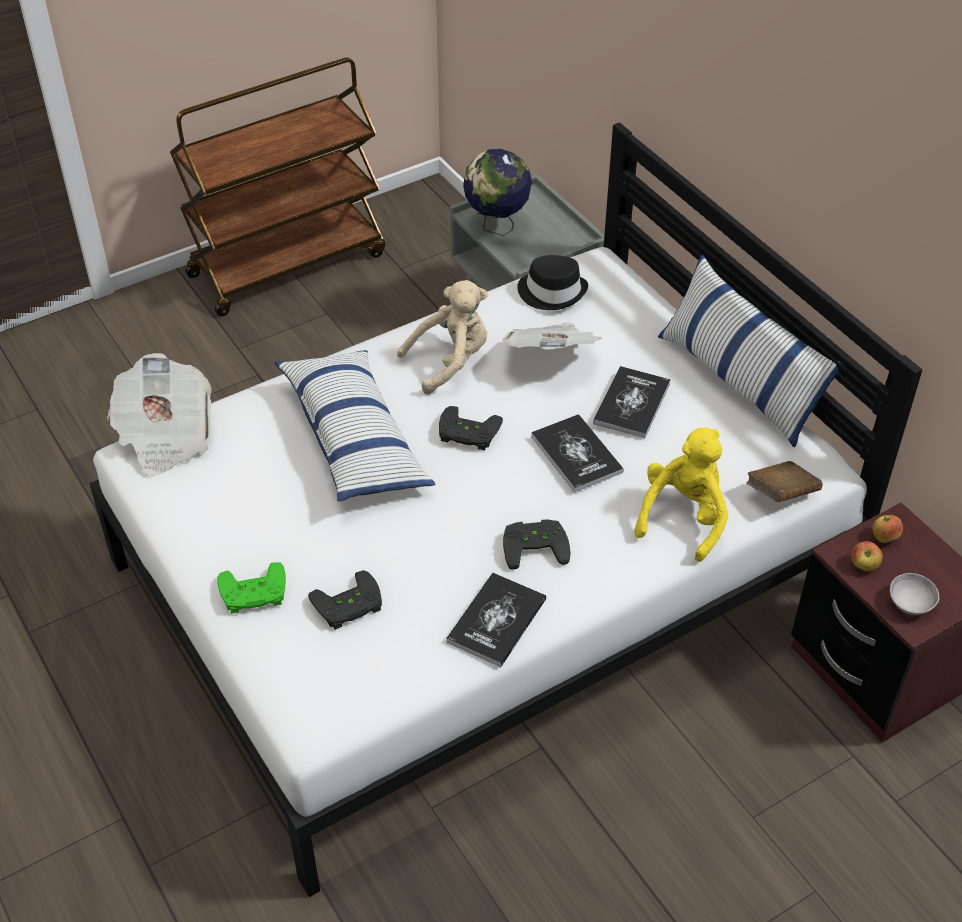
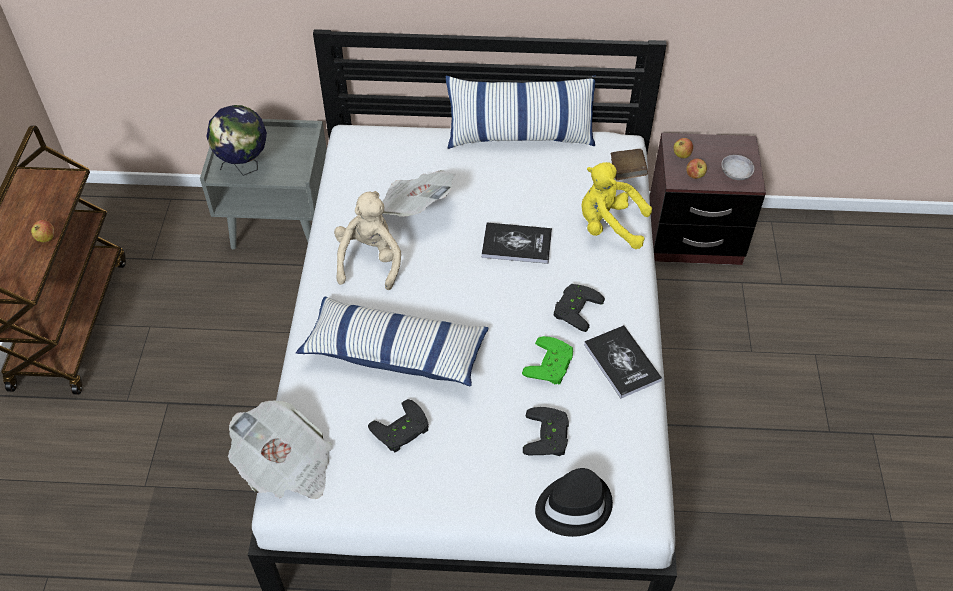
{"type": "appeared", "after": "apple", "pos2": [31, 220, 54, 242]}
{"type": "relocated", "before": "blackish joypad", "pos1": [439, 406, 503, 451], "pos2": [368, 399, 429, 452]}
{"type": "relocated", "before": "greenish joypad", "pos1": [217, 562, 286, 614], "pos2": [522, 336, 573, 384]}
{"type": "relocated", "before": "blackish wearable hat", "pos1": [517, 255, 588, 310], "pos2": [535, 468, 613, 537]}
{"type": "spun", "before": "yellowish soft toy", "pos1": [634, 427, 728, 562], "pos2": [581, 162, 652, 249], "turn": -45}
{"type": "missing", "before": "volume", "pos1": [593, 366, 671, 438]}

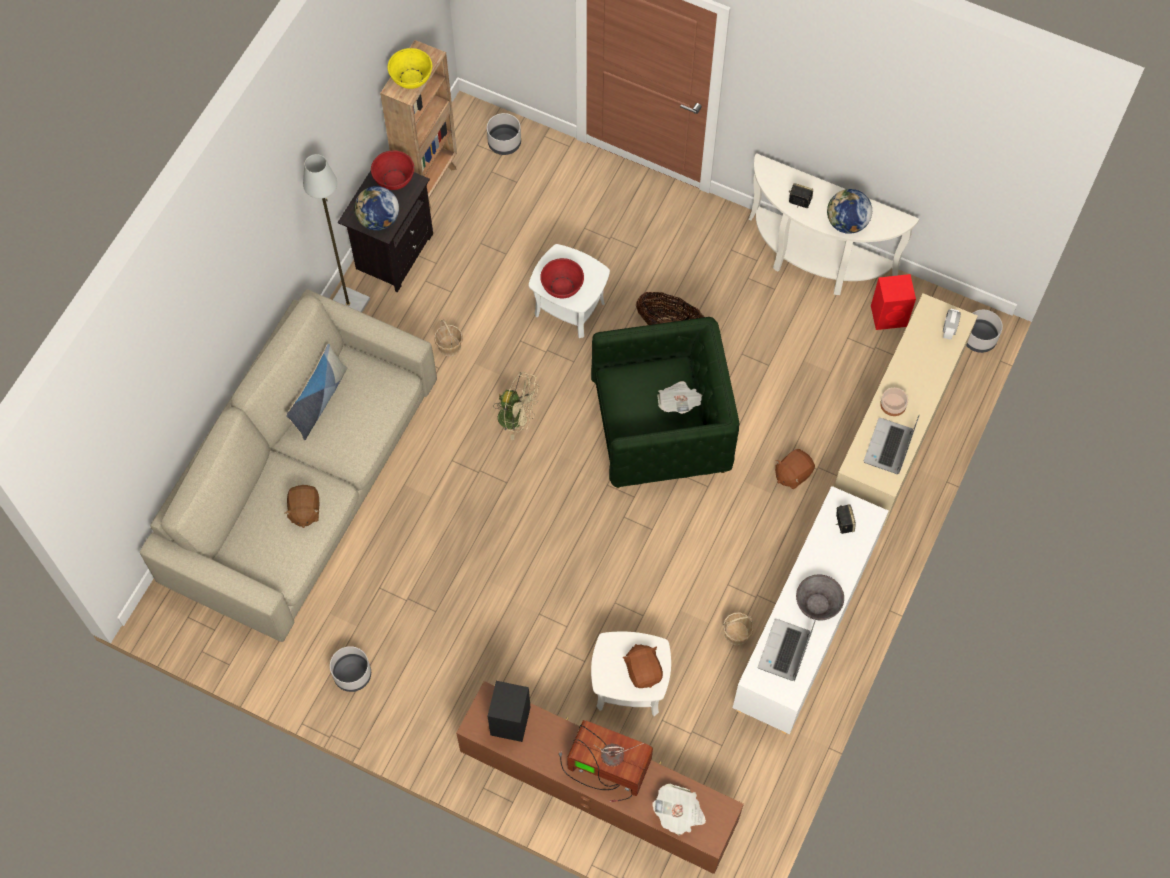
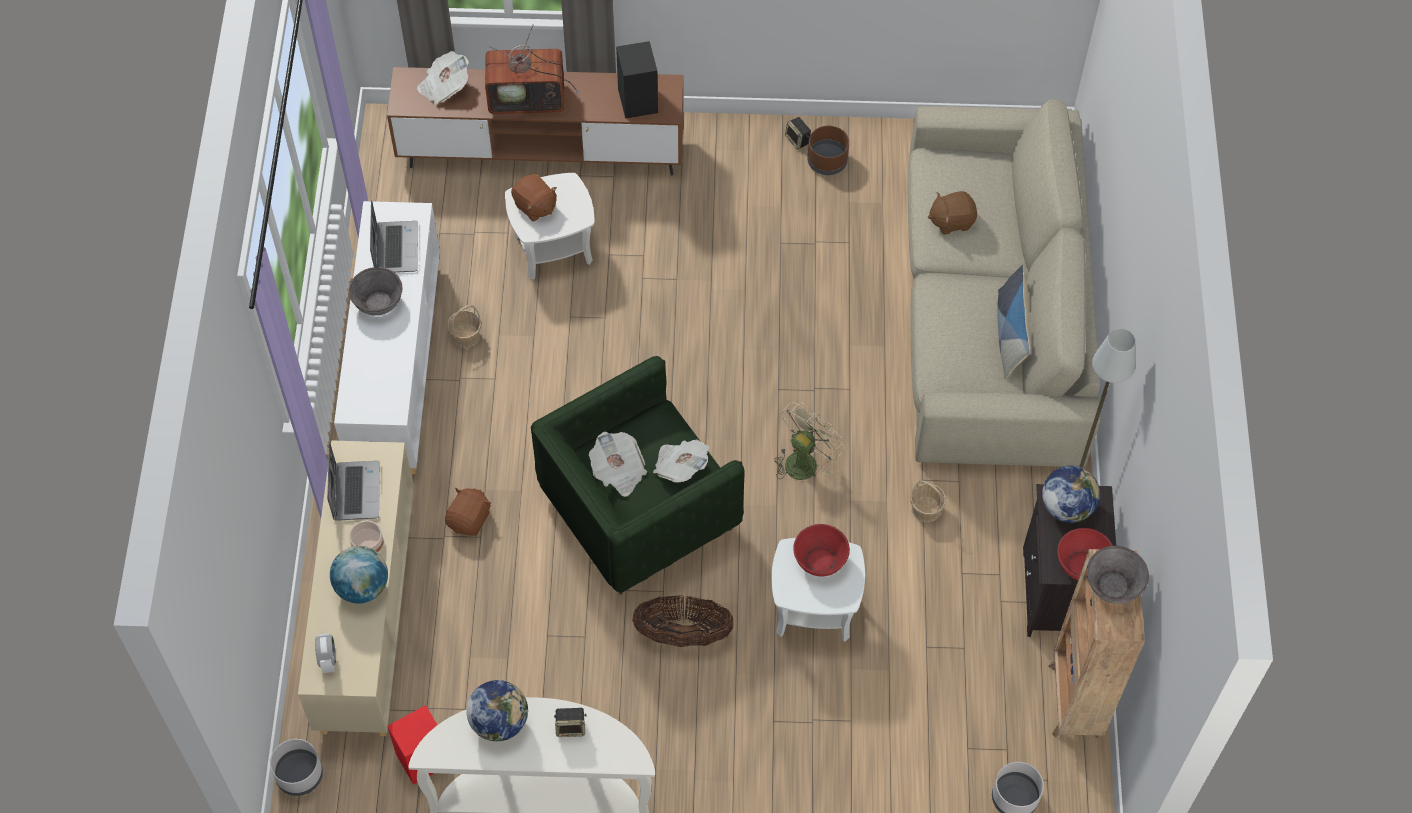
{"type": "appeared", "after": "world globe", "pos2": [330, 546, 388, 604]}
{"type": "appeared", "after": "printed paper", "pos2": [653, 439, 709, 482]}
{"type": "spun", "before": "beige-coloured electric fan", "pos1": [493, 372, 539, 440], "pos2": [774, 402, 845, 480], "turn": 135}
{"type": "relocated", "before": "loudspeaker", "pos1": [836, 504, 856, 534], "pos2": [785, 117, 811, 150]}
{"type": "colour", "before": "grey plant pot", "after": "brown plant pot", "pos1": [330, 646, 371, 692], "pos2": [807, 126, 849, 175]}
{"type": "spun", "before": "brown soft toy", "pos1": [284, 485, 319, 528], "pos2": [928, 191, 977, 235], "turn": -75}
{"type": "colour", "before": "yellowish deep dish", "after": "grey deep dish", "pos1": [387, 48, 432, 89], "pos2": [1087, 546, 1149, 604]}

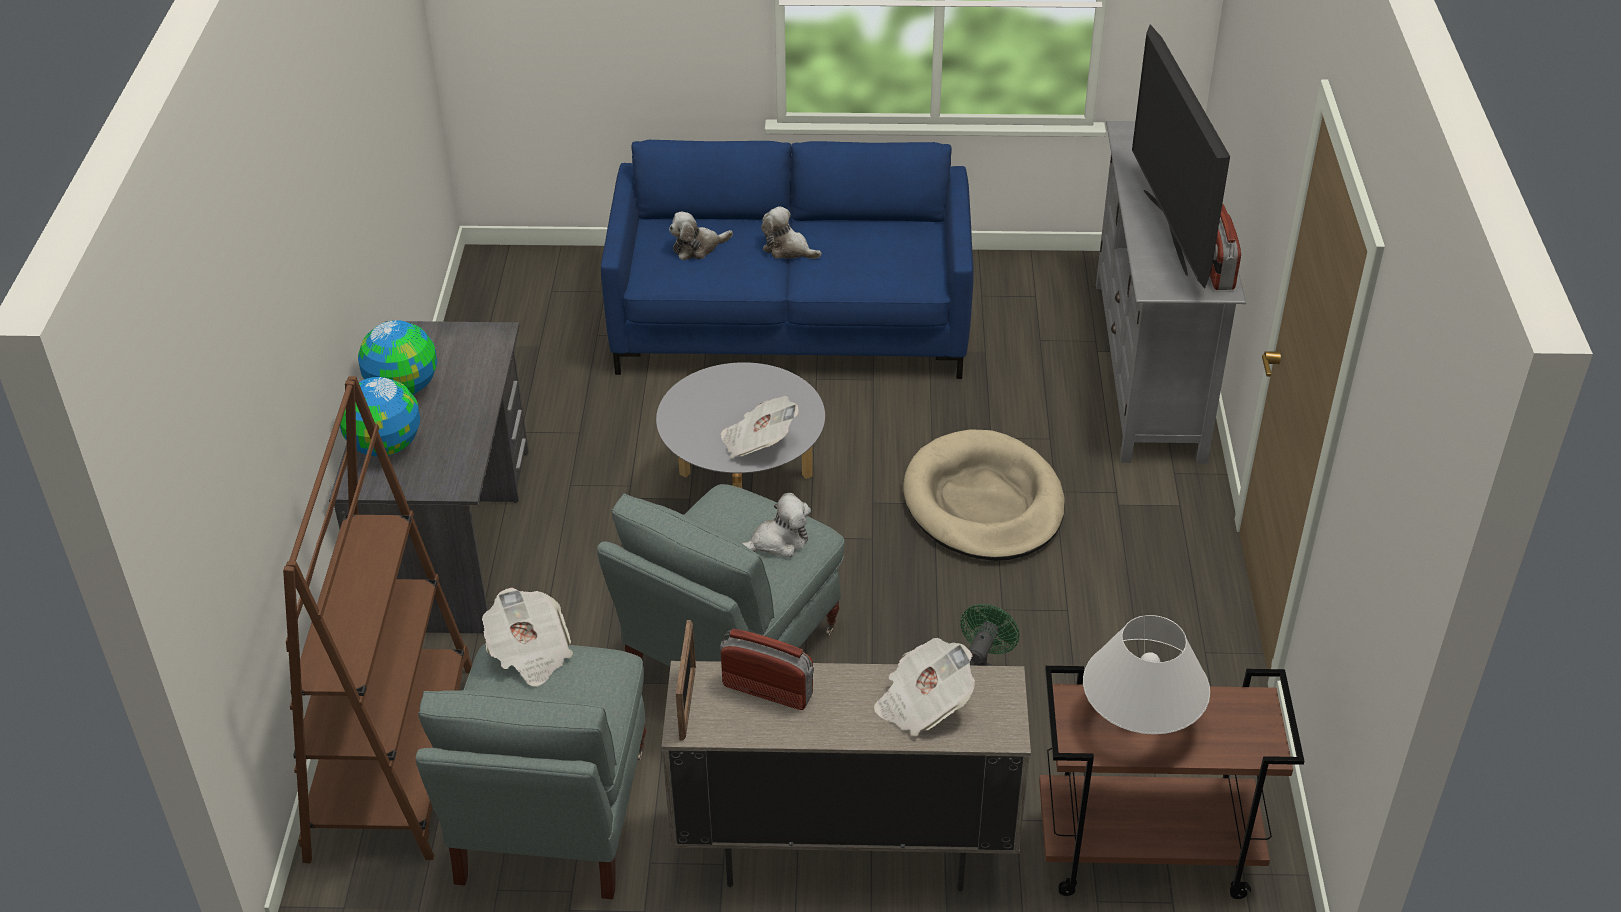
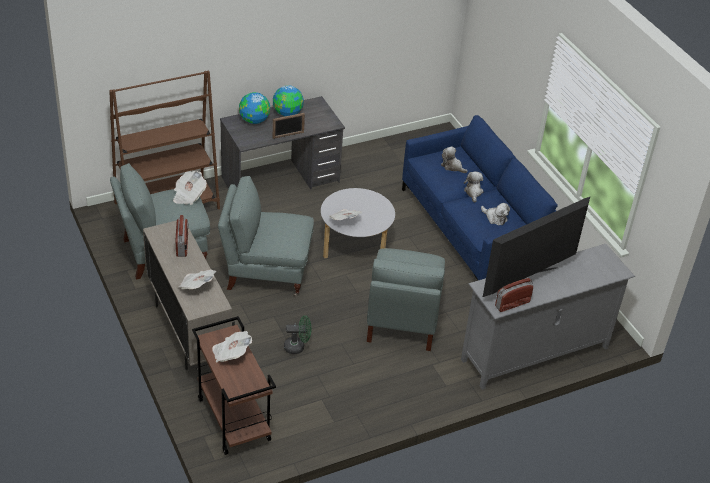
{"type": "exchanged", "before": "white table lamp", "after": "printed paper", "pos1": [1083, 615, 1210, 734], "pos2": [212, 331, 252, 362]}
{"type": "relocated", "before": "picture frame", "pos1": [676, 620, 696, 741], "pos2": [273, 113, 305, 139]}
{"type": "exchanged", "before": "beige-coloured pet bed", "after": "grey lounge chair", "pos1": [903, 429, 1065, 561], "pos2": [367, 248, 445, 351]}
{"type": "relocated", "before": "soft toy", "pos1": [741, 493, 811, 558], "pos2": [481, 203, 510, 225]}

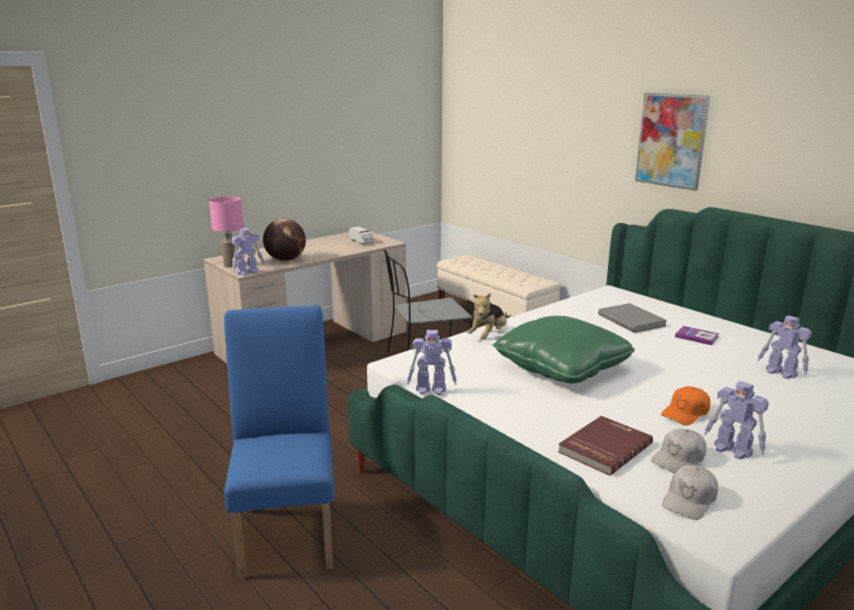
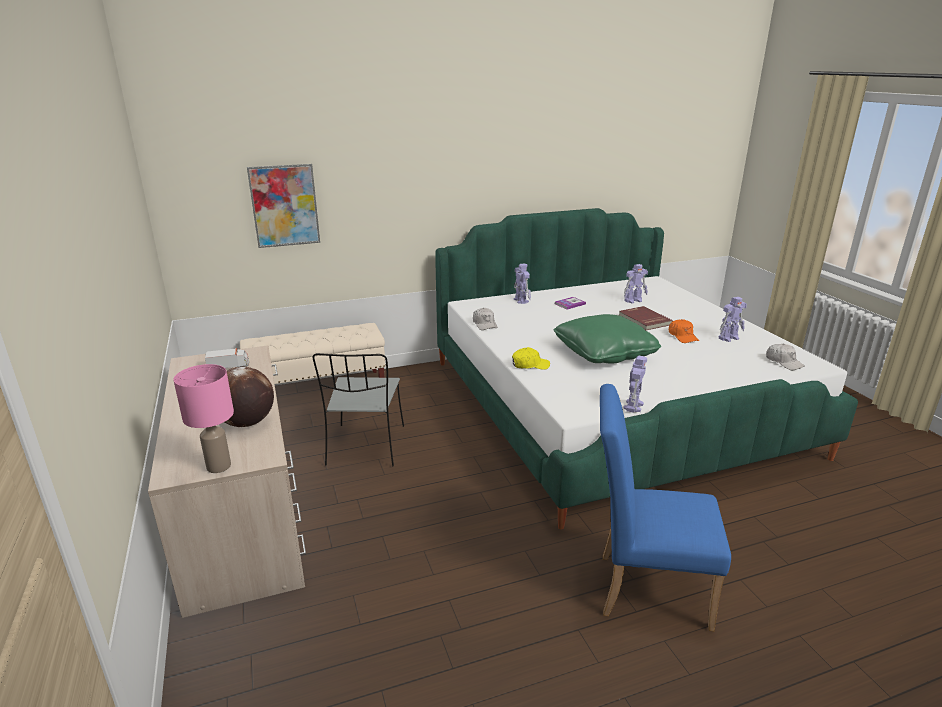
{"type": "relocated", "before": "picture", "pos1": [635, 93, 710, 191], "pos2": [247, 164, 320, 248]}
{"type": "relocated", "before": "white peaked cap", "pos1": [651, 428, 706, 473], "pos2": [473, 308, 498, 330]}
{"type": "exchanged", "before": "soft toy", "after": "yellowish peaked cap", "pos1": [467, 293, 507, 339], "pos2": [512, 347, 550, 370]}
{"type": "relocated", "before": "toy robot", "pos1": [232, 228, 265, 276], "pos2": [514, 263, 531, 304]}
{"type": "relocated", "before": "reddish volume", "pos1": [558, 416, 653, 476], "pos2": [619, 306, 673, 331]}
{"type": "missing", "before": "grey volume", "pos1": [598, 303, 667, 333]}

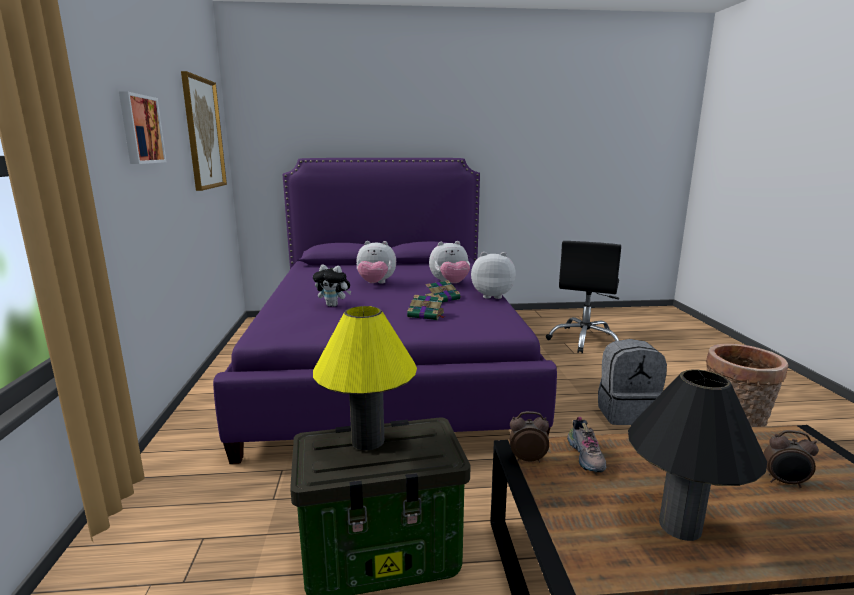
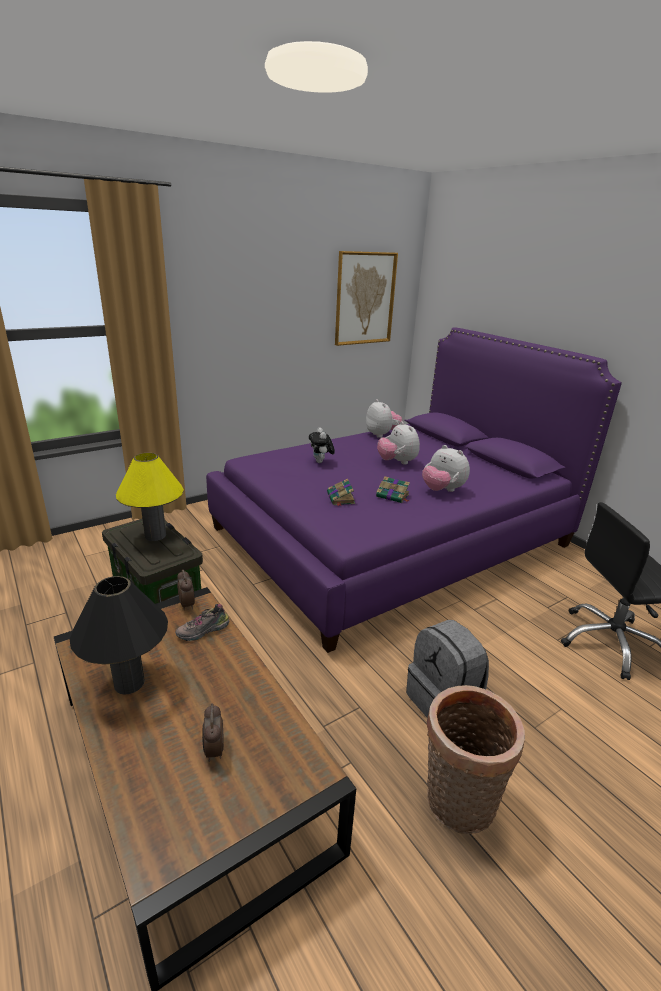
{"type": "relocated", "before": "soft toy", "pos1": [471, 252, 516, 299], "pos2": [366, 399, 402, 438]}
{"type": "missing", "before": "picture", "pos1": [119, 91, 166, 164]}

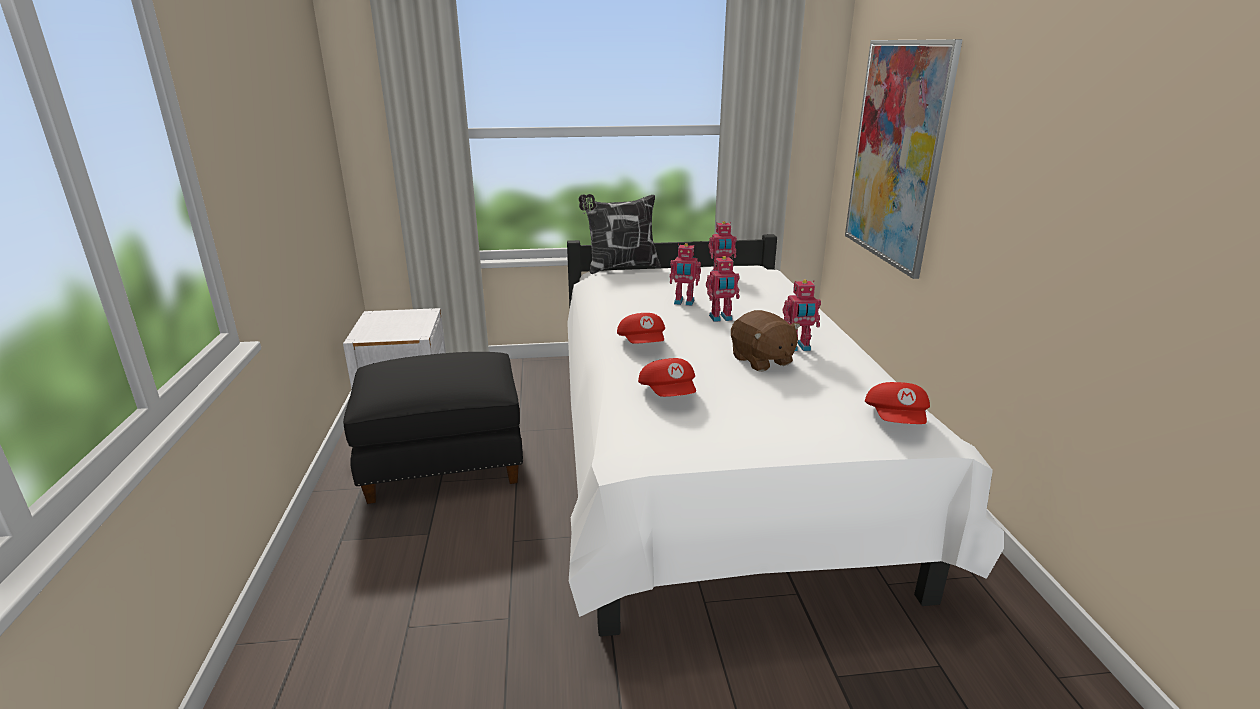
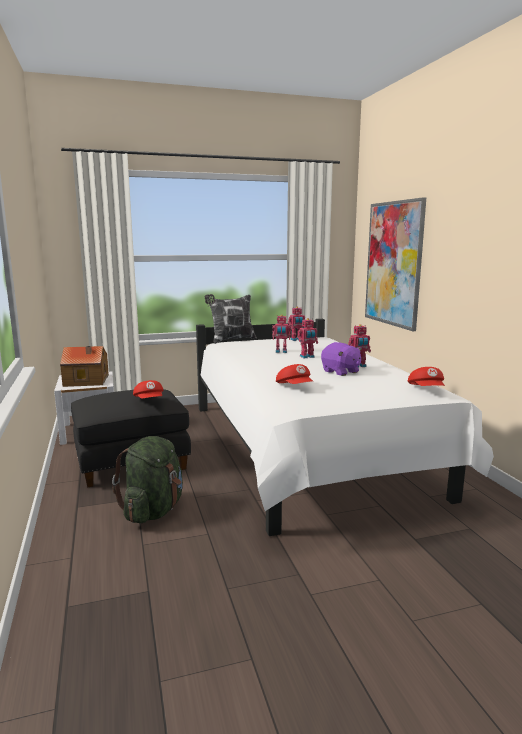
{"type": "appeared", "after": "model house", "pos2": [60, 346, 109, 387]}
{"type": "appeared", "after": "greenish backpack", "pos2": [112, 436, 183, 523]}
{"type": "relocated", "before": "reddish peaked cap", "pos1": [617, 313, 665, 344], "pos2": [133, 380, 163, 399]}
{"type": "colour", "before": "brown soft toy", "after": "purplish soft toy", "pos1": [731, 310, 801, 372], "pos2": [321, 342, 362, 376]}

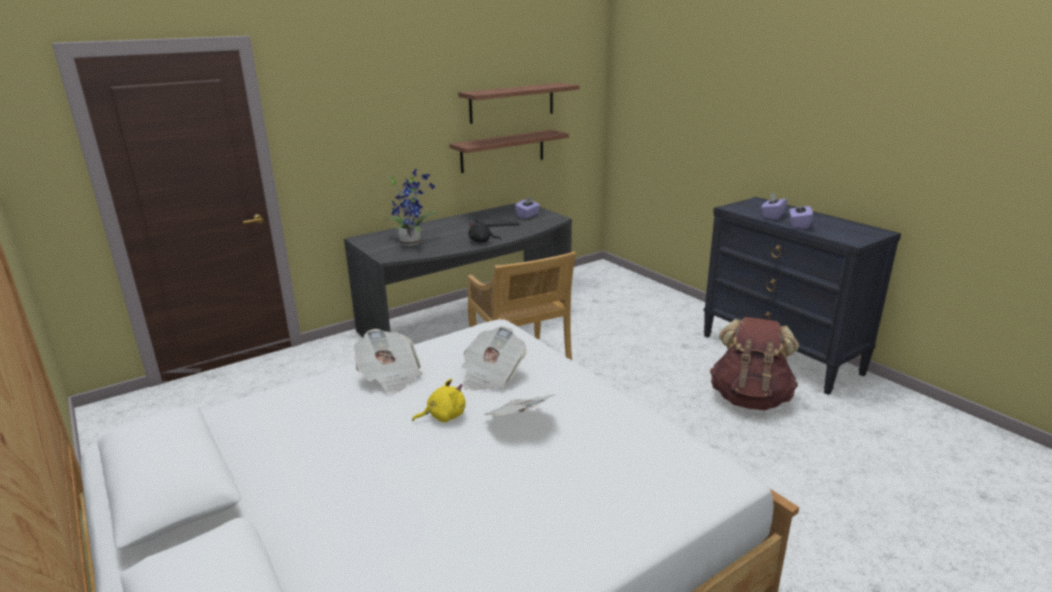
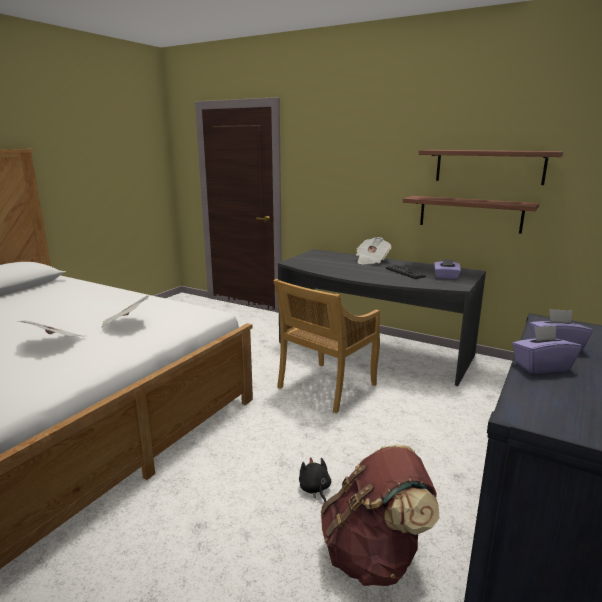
{"type": "relocated", "before": "blackish soft toy", "pos1": [468, 219, 501, 243], "pos2": [299, 457, 331, 502]}
{"type": "relocated", "before": "printed paper", "pos1": [354, 329, 423, 394], "pos2": [356, 237, 391, 264]}
{"type": "missing", "before": "houseplant", "pos1": [385, 169, 439, 246]}
{"type": "missing", "before": "yellowish soft toy", "pos1": [412, 378, 466, 422]}

